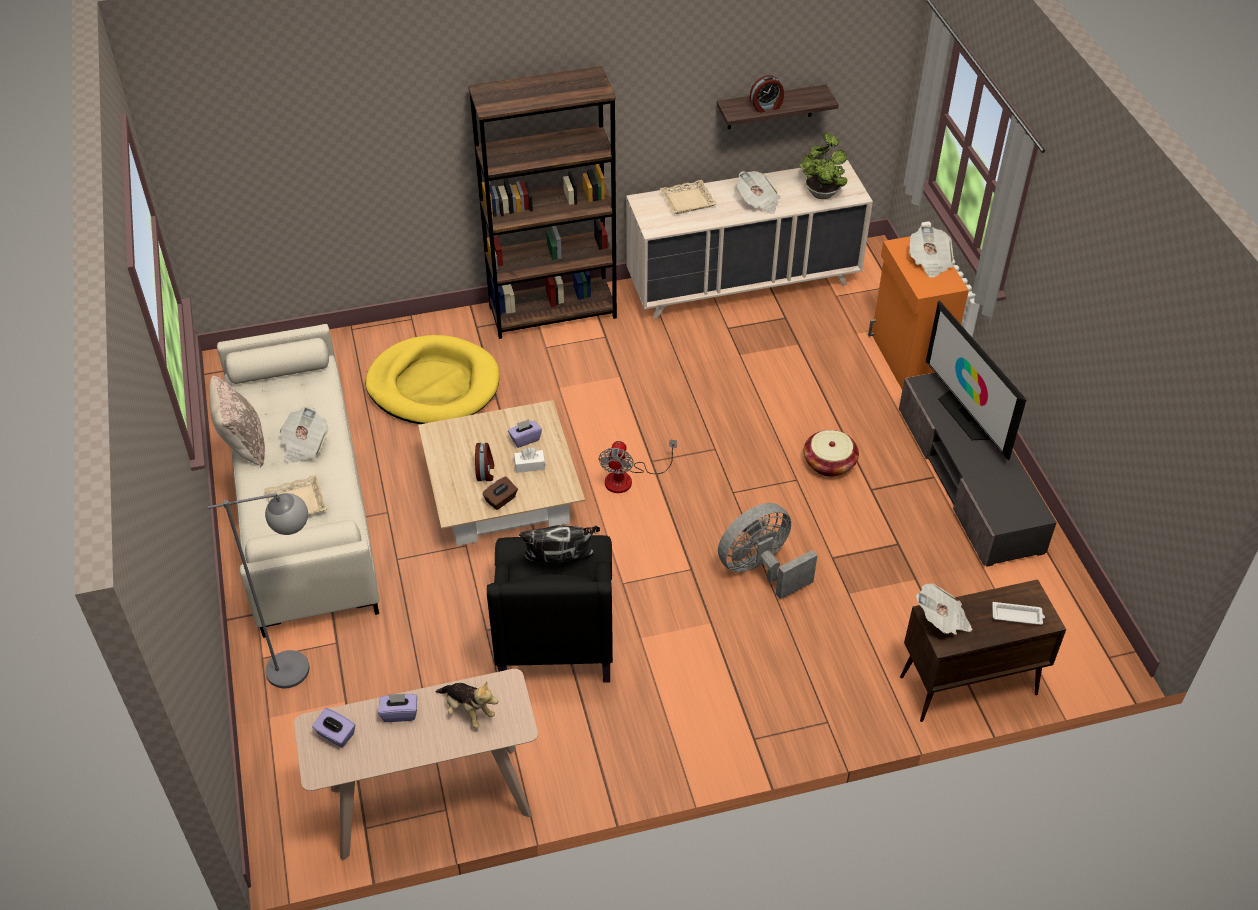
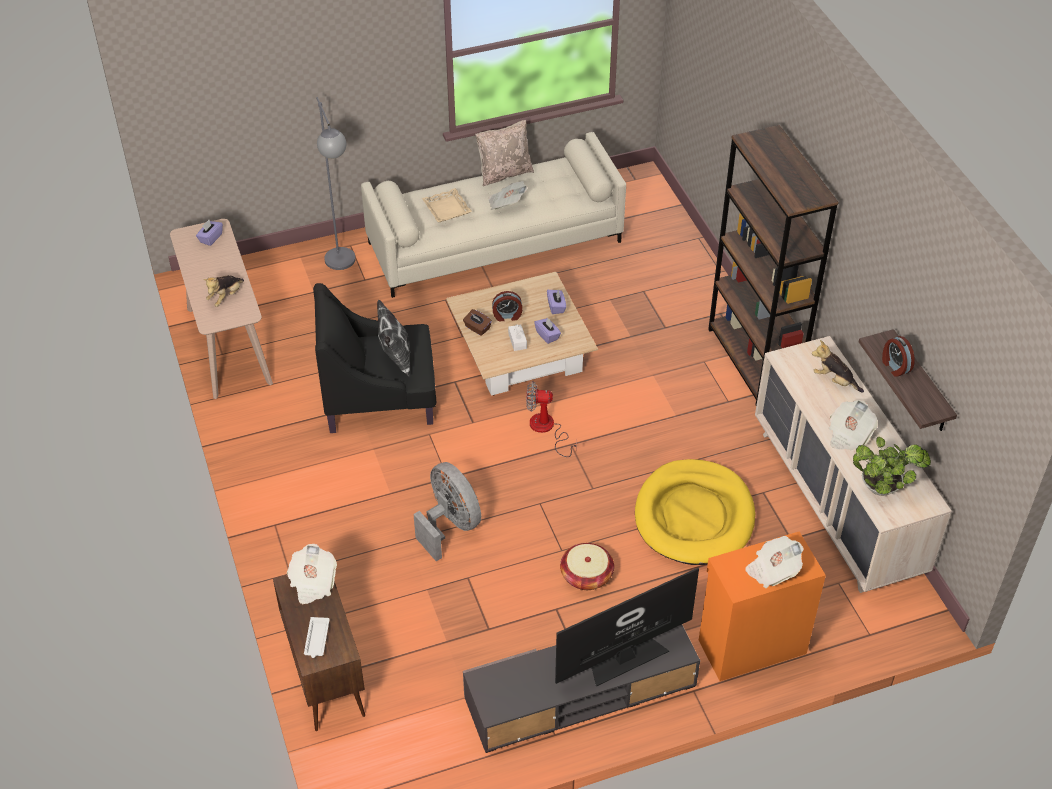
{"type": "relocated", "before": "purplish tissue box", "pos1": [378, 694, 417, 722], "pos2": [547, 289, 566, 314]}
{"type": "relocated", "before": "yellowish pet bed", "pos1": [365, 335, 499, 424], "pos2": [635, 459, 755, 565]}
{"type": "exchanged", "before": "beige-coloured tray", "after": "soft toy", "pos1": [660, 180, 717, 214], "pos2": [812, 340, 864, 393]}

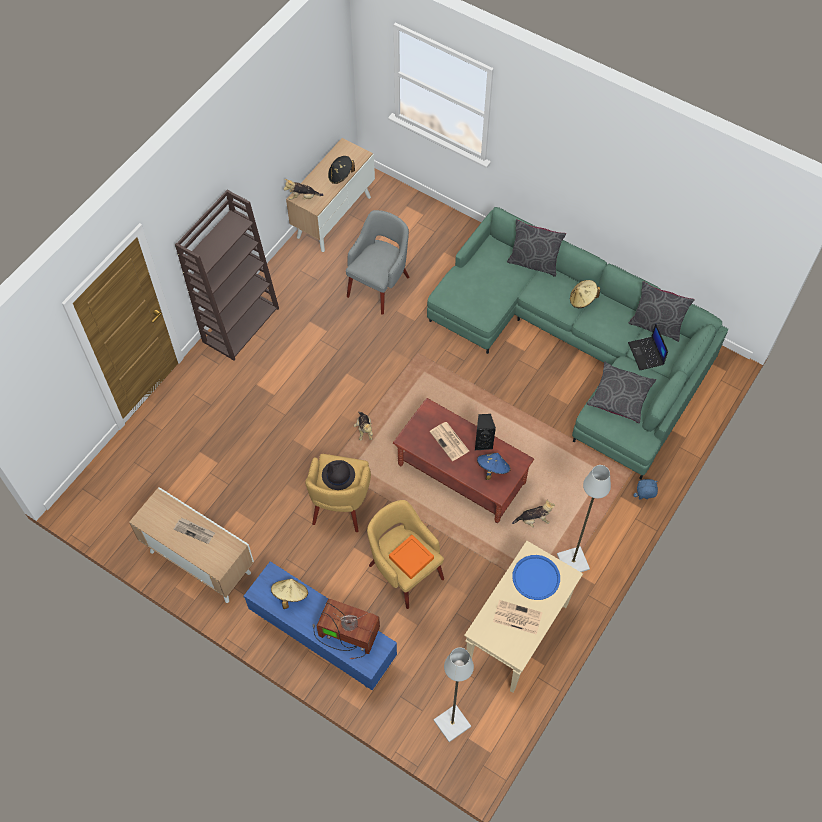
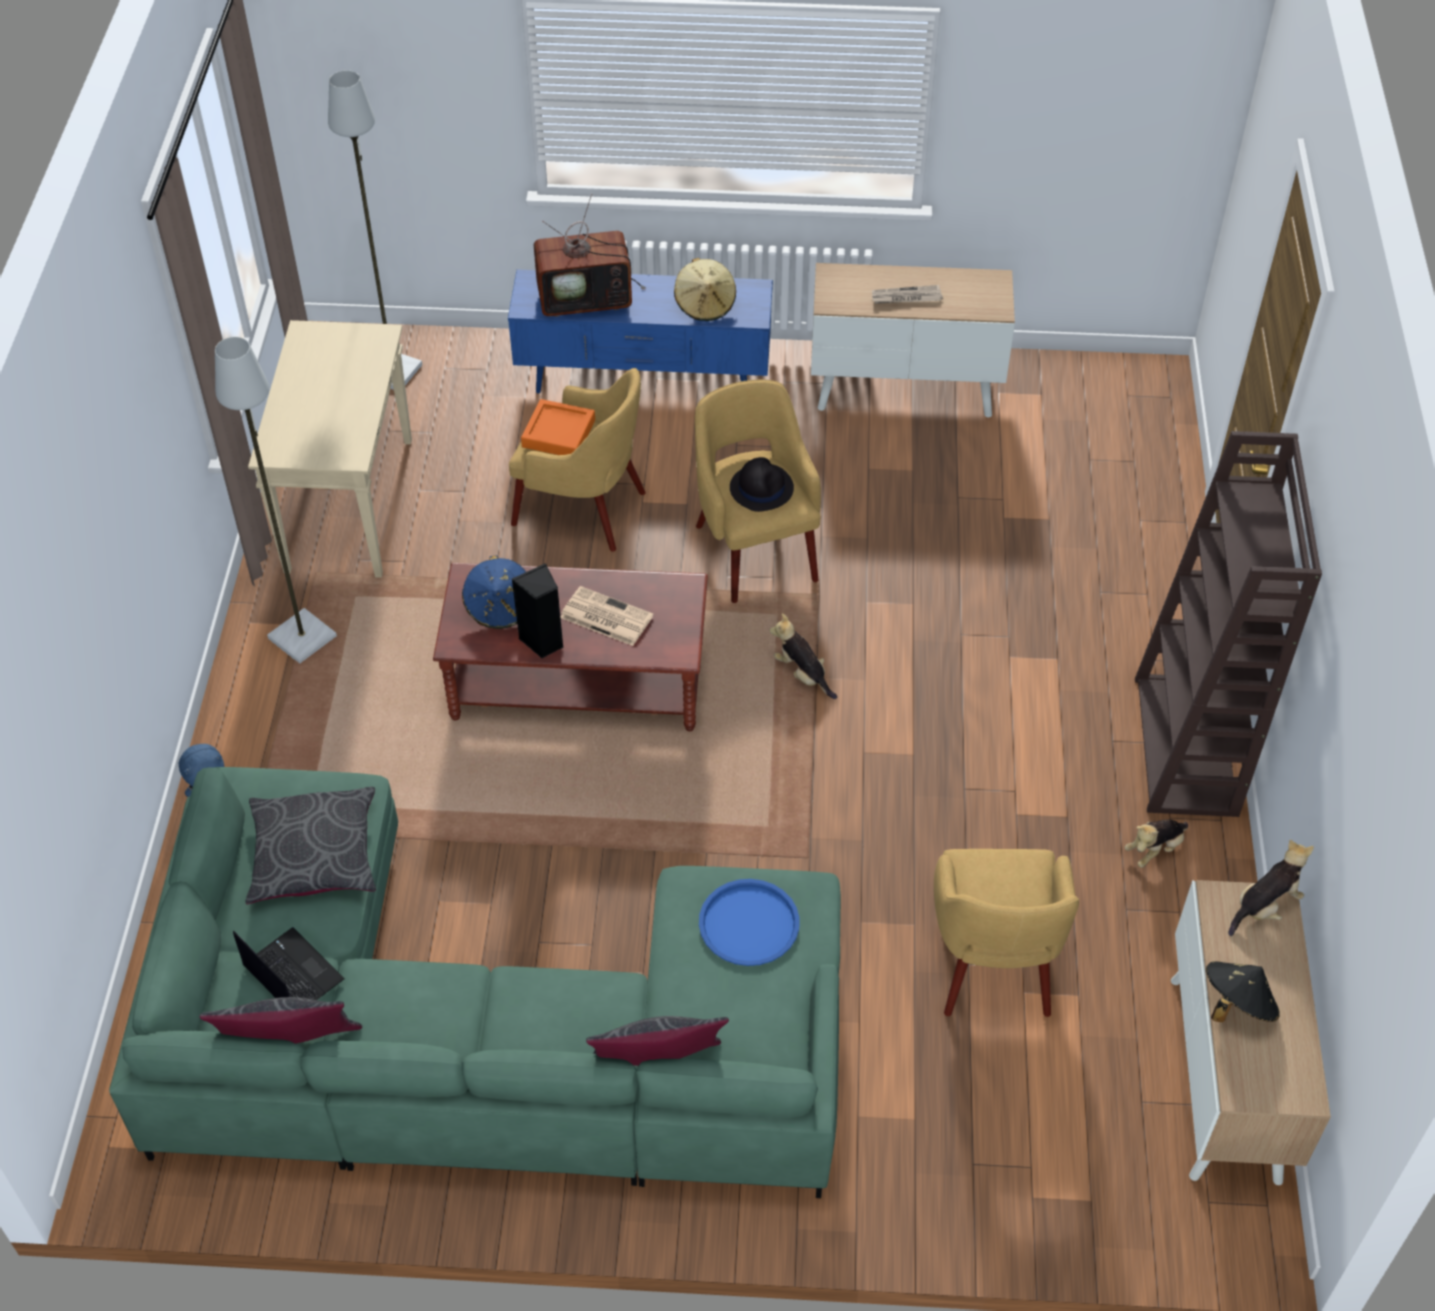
{"type": "relocated", "before": "blue tray", "pos1": [512, 555, 560, 600], "pos2": [699, 879, 800, 966]}
{"type": "colour", "before": "grey lounge chair", "after": "yellowish lounge chair", "pos1": [346, 210, 409, 315], "pos2": [934, 849, 1079, 1017]}
{"type": "relocated", "before": "soft toy", "pos1": [512, 499, 555, 527], "pos2": [1125, 819, 1188, 868]}
{"type": "missing", "before": "printed paper", "pos1": [493, 600, 543, 635]}
{"type": "missing", "before": "beige-coloured wearable hat", "pos1": [570, 280, 600, 308]}

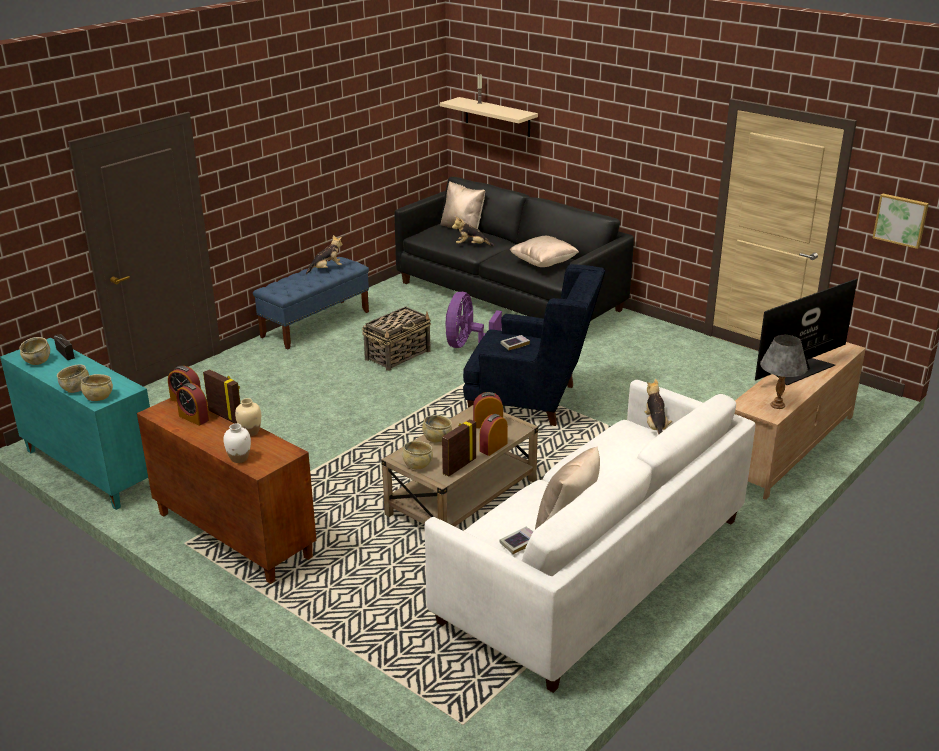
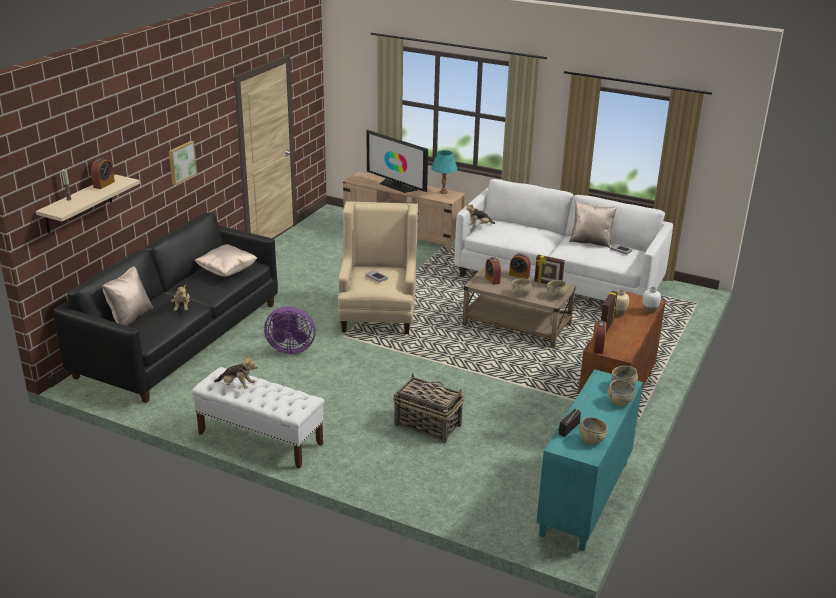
{"type": "relocated", "before": "bedside clock", "pos1": [176, 383, 209, 426], "pos2": [91, 158, 115, 189]}
{"type": "relocated", "before": "picture", "pos1": [873, 194, 929, 249], "pos2": [169, 141, 197, 185]}
{"type": "colour", "before": "blue bench", "after": "white bench", "pos1": [253, 257, 369, 350], "pos2": [191, 367, 324, 469]}
{"type": "spun", "before": "soft toy", "pos1": [306, 235, 343, 274], "pos2": [214, 355, 258, 389], "turn": 150}
{"type": "colour", "before": "blue lounge chair", "after": "beige-coloured lounge chair", "pos1": [463, 264, 605, 426], "pos2": [338, 201, 418, 334]}
{"type": "relocated", "before": "storage basket", "pos1": [362, 306, 431, 371], "pos2": [393, 373, 464, 443]}
{"type": "colour", "before": "grey table lamp", "after": "turquoise table lamp", "pos1": [760, 335, 808, 409], "pos2": [431, 150, 458, 194]}

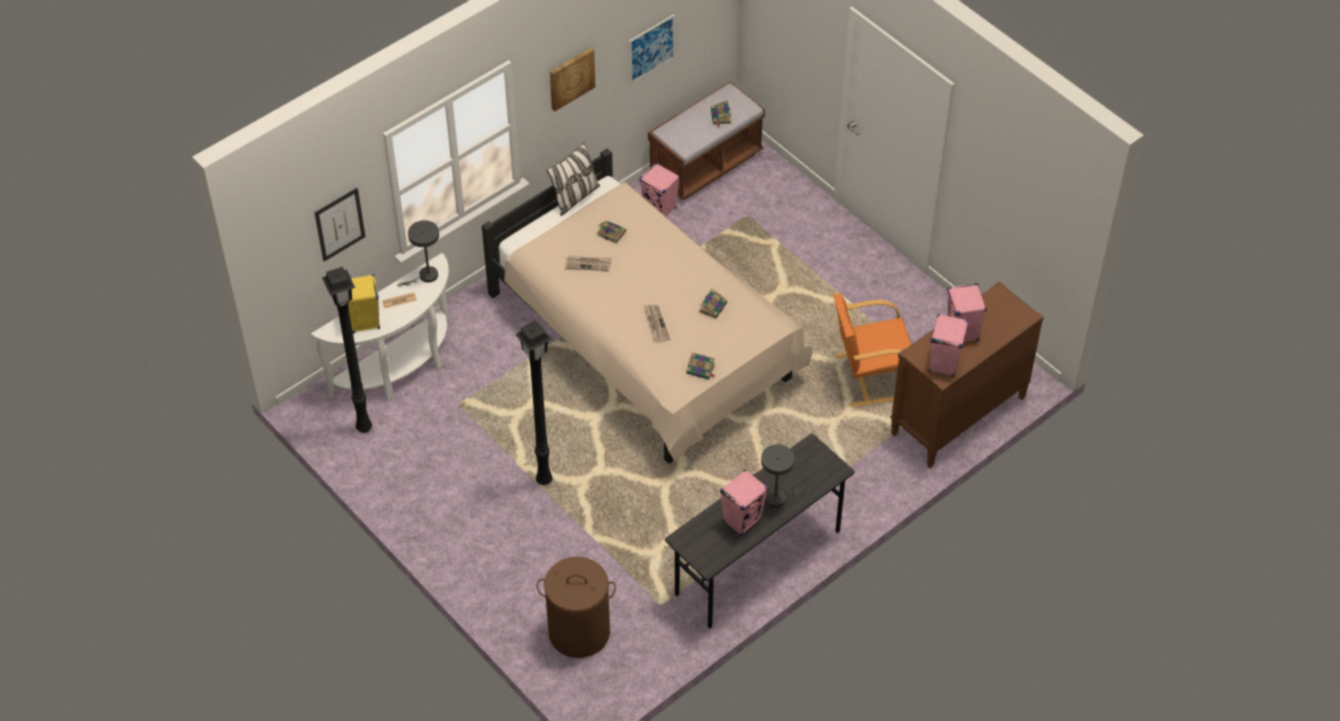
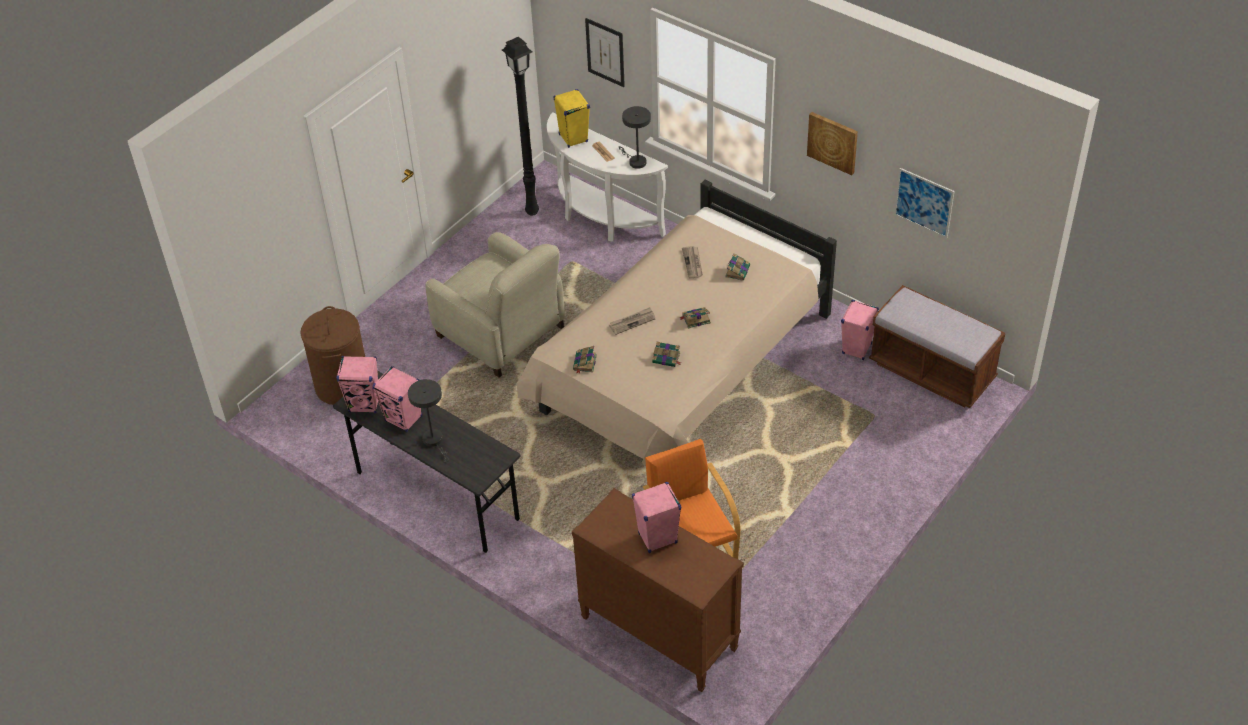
{"type": "relocated", "before": "pink loudspeaker", "pos1": [929, 314, 968, 376], "pos2": [336, 356, 378, 413]}
{"type": "exchanged", "before": "blackish standard lamp", "after": "beige-coloured lounge chair", "pos1": [515, 320, 552, 485], "pos2": [426, 232, 564, 377]}
{"type": "relocated", "before": "volume", "pos1": [711, 100, 731, 126], "pos2": [680, 307, 711, 329]}
{"type": "missing", "before": "pillow", "pos1": [546, 141, 600, 216]}

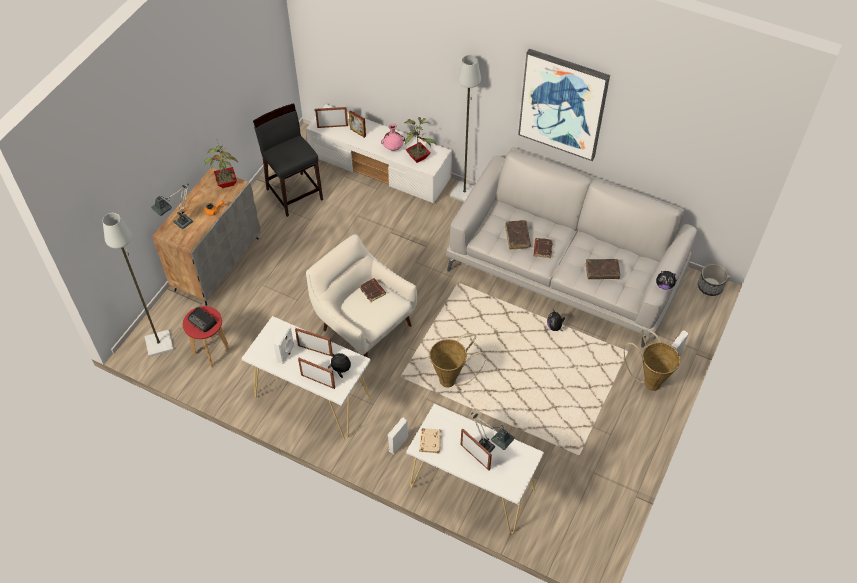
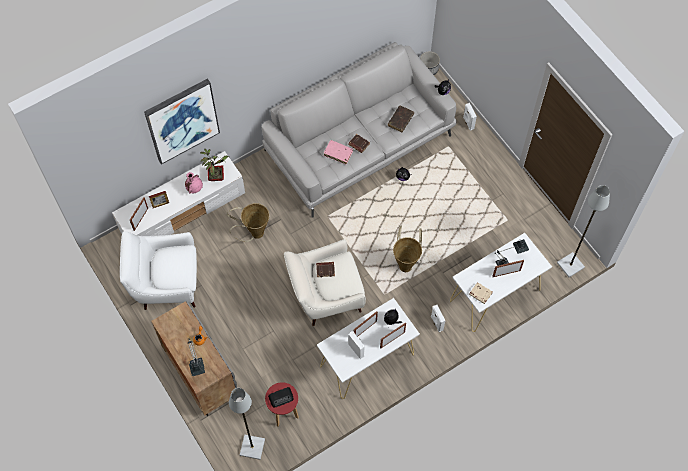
{"type": "exchanged", "before": "blackish sitting stool", "after": "white lounge chair", "pos1": [253, 103, 323, 217], "pos2": [120, 231, 197, 310]}
{"type": "relocated", "before": "picture", "pos1": [518, 49, 610, 161], "pos2": [144, 78, 220, 165]}
{"type": "relocated", "before": "storage basket", "pos1": [624, 330, 680, 391], "pos2": [226, 203, 269, 242]}
{"type": "colour", "before": "brown volume", "after": "pink volume", "pos1": [505, 220, 531, 250], "pos2": [324, 140, 353, 164]}
{"type": "relocated", "before": "grey standard lamp", "pos1": [450, 55, 481, 202], "pos2": [557, 185, 610, 277]}
{"type": "missing", "before": "houseplant", "pos1": [204, 144, 238, 188]}

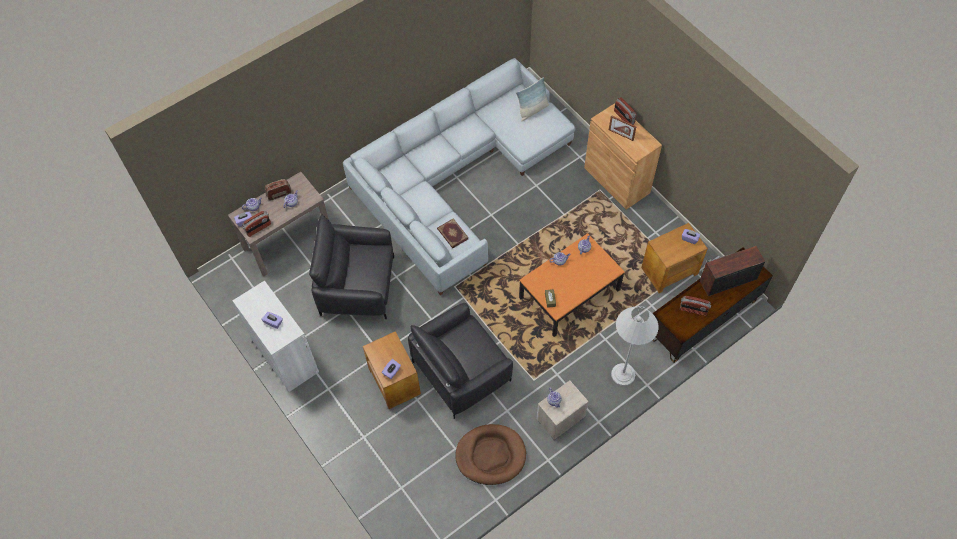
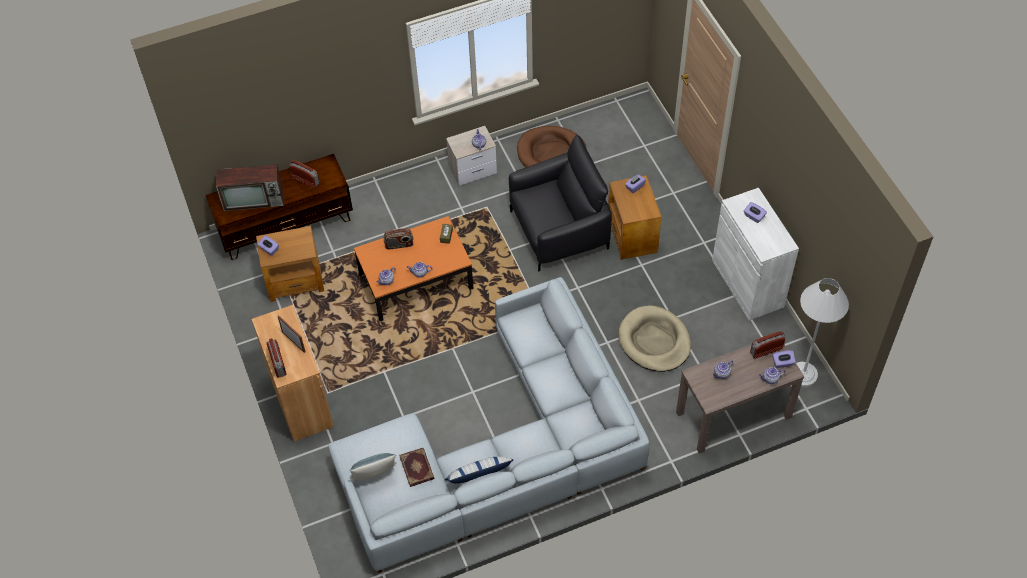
{"type": "relocated", "before": "radio receiver", "pos1": [265, 179, 292, 201], "pos2": [384, 228, 413, 249]}
{"type": "relocated", "before": "volume", "pos1": [437, 218, 469, 248], "pos2": [399, 448, 434, 487]}
{"type": "appeared", "after": "pillow", "pos2": [445, 456, 513, 484]}
{"type": "exchanged", "before": "blackish lounge chair", "after": "beige-coloured pet bed", "pos1": [309, 214, 394, 319], "pos2": [618, 305, 691, 372]}
{"type": "relocated", "before": "white standard lamp", "pos1": [611, 306, 658, 386], "pos2": [796, 278, 849, 386]}

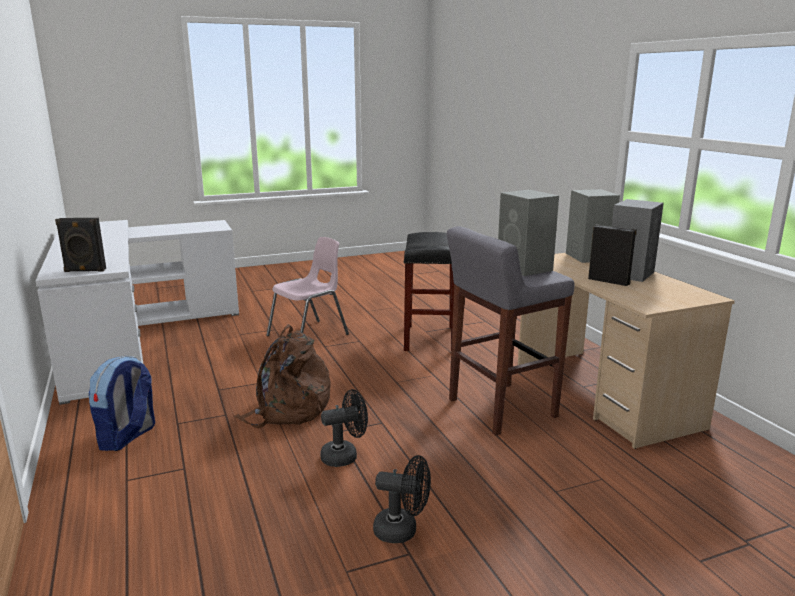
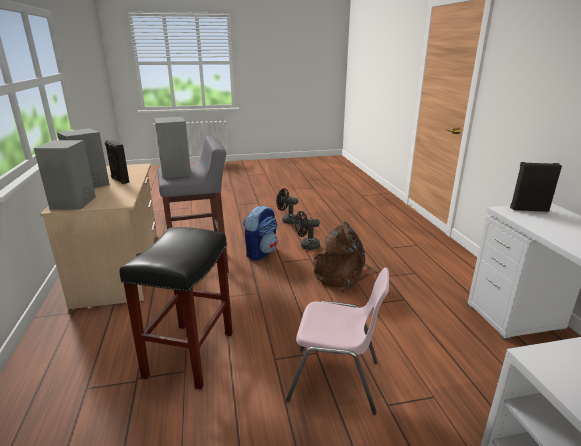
{"type": "relocated", "before": "backpack", "pos1": [88, 356, 155, 451], "pos2": [243, 205, 278, 260]}
{"type": "spun", "before": "pink upright chair", "pos1": [266, 237, 349, 336], "pos2": [286, 267, 389, 415], "turn": -135}

